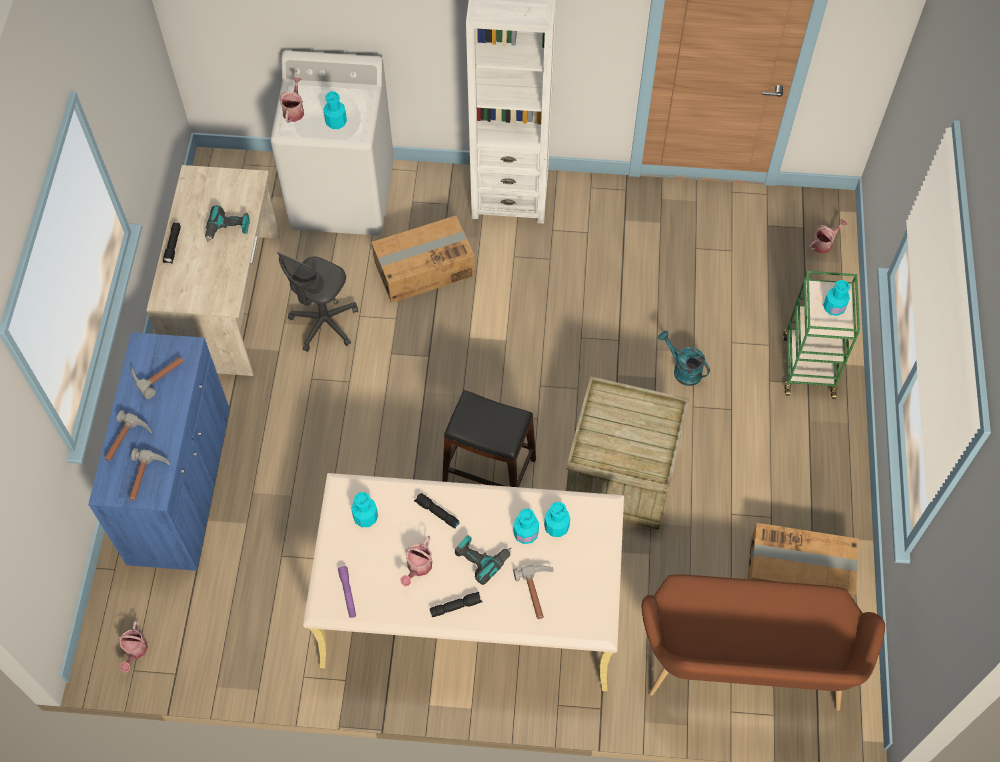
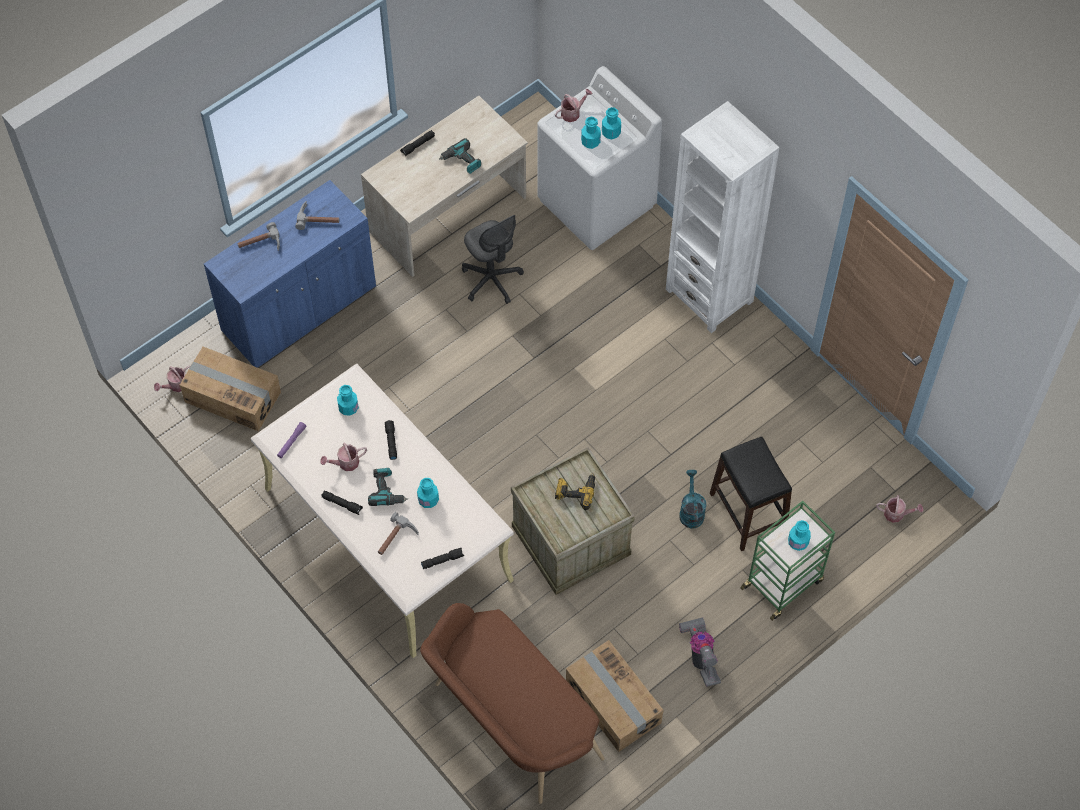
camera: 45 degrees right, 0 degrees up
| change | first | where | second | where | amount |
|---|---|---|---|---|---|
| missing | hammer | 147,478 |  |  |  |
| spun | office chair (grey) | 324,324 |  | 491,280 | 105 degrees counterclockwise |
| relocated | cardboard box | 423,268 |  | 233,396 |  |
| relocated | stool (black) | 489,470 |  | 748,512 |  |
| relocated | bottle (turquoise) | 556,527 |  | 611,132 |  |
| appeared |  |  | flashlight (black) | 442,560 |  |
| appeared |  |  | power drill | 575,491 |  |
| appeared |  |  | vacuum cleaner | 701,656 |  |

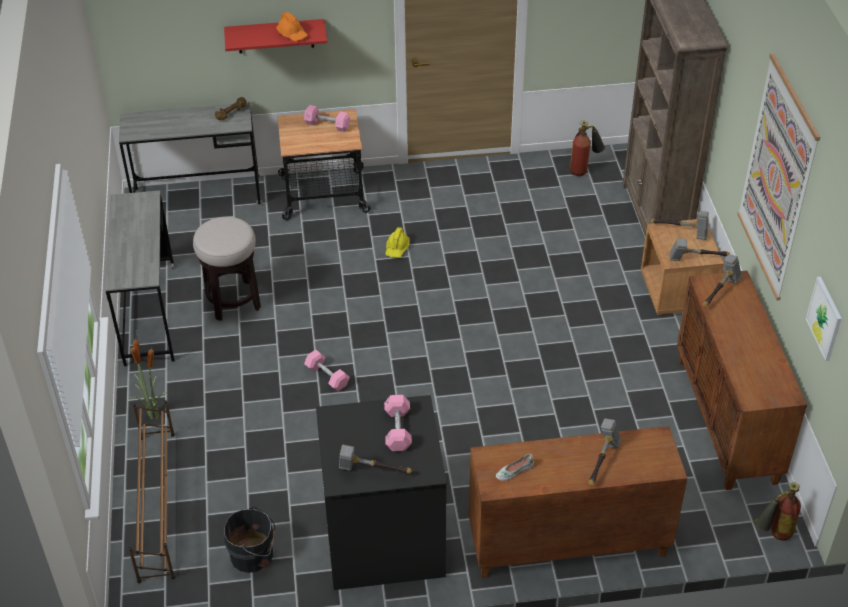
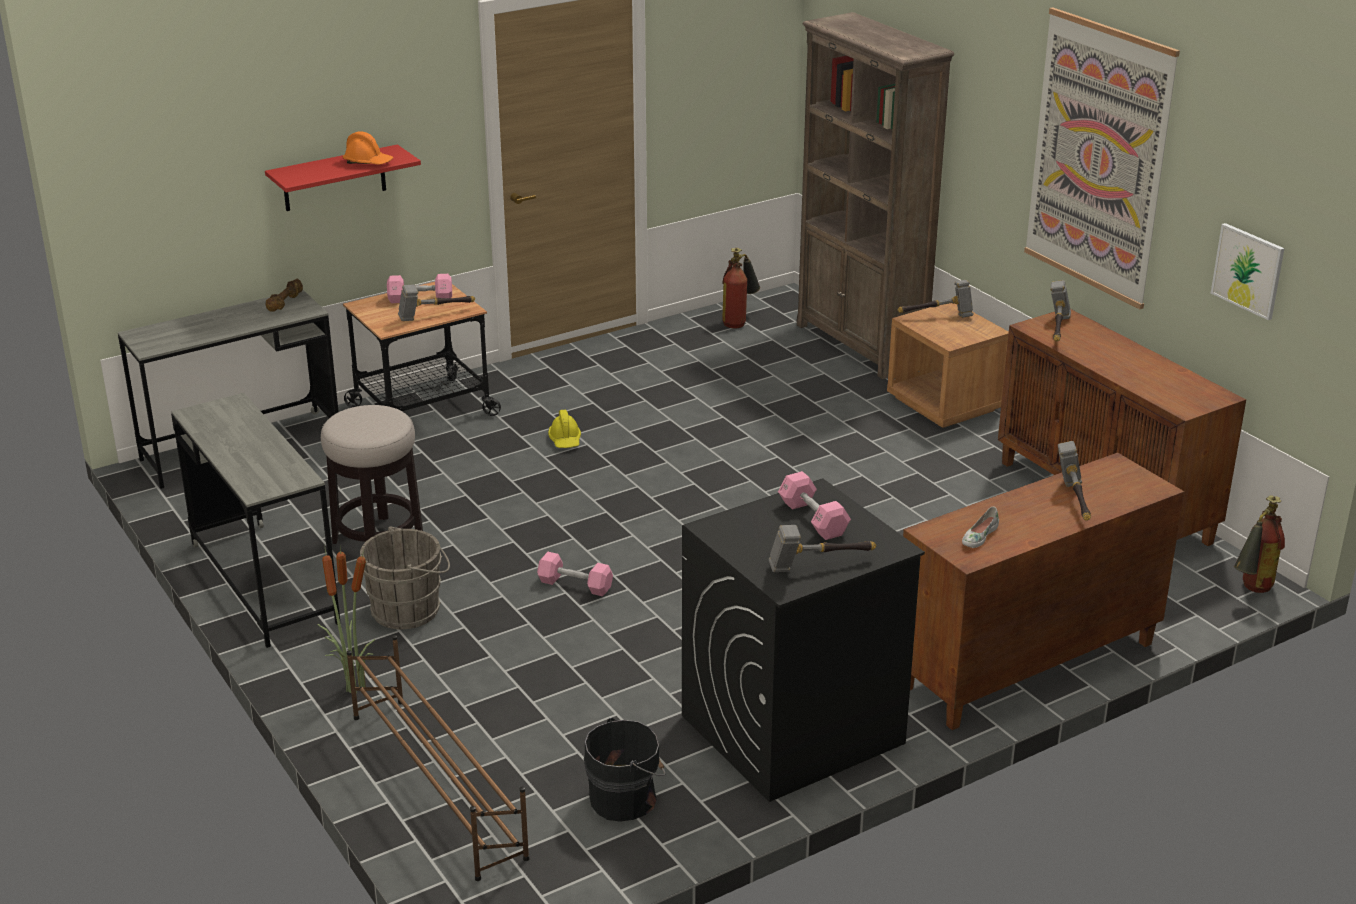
camera: 25 degrees left, 15 degrees down
| change | first | where | second | where | amount |
|---|---|---|---|---|---|
| relocated | hammer | 696,260 |  | 435,315 |  |
| appeared |  |  | bucket (grey) | 410,609 |  |

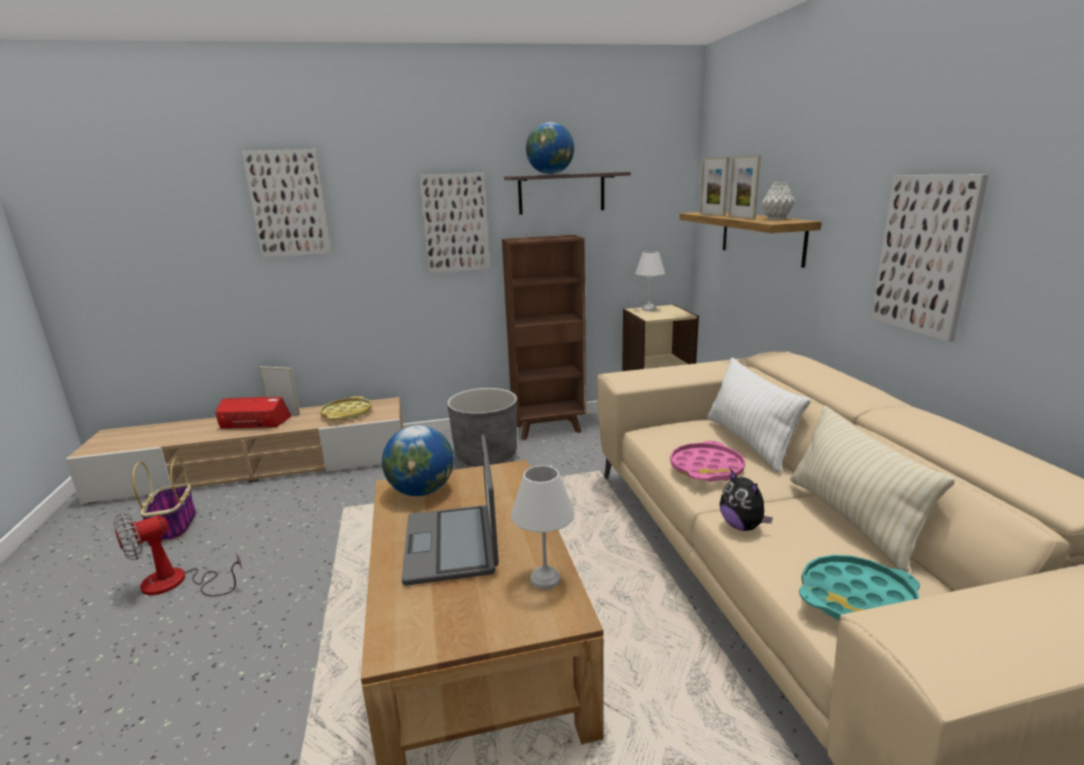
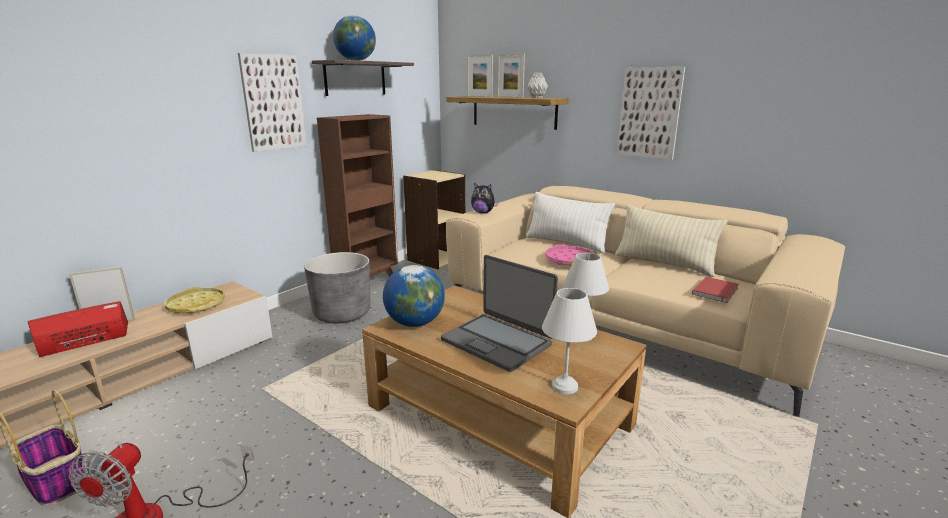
camera: 40 degrees left, 0 degrees up
| change | first | where | second | where | amount |
|---|---|---|---|---|---|
| missing | picture | 288,204 |  |  |  |
| relocated | table lamp (white) | 649,309 |  | 566,386 |  |
| relocated | plush toy | 742,526 |  | 483,213 |  |
| exchanged | tray (turquoise) | 857,600 | book (red) | 717,291 |  |

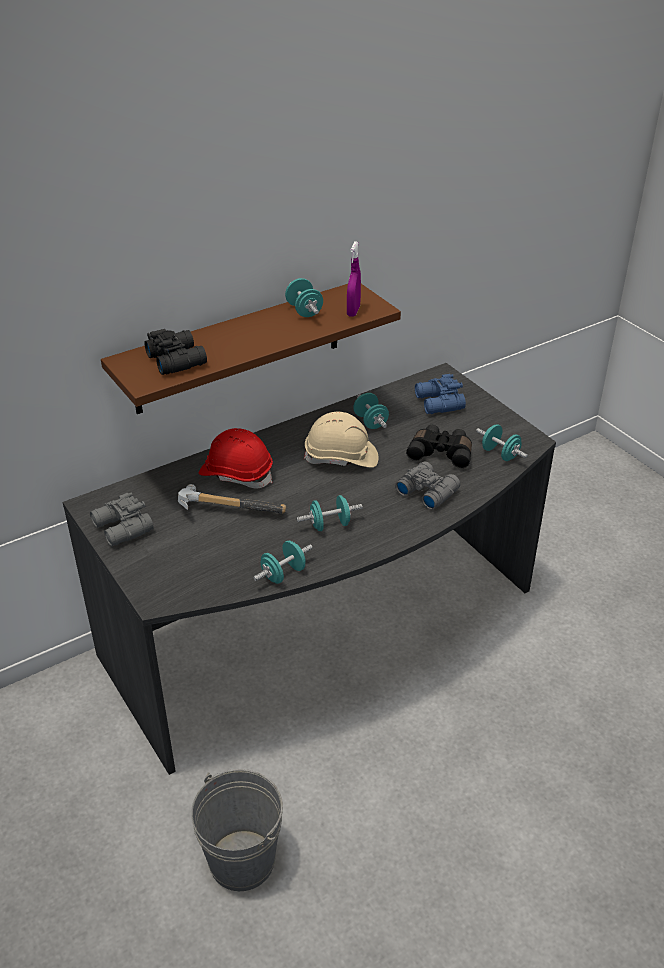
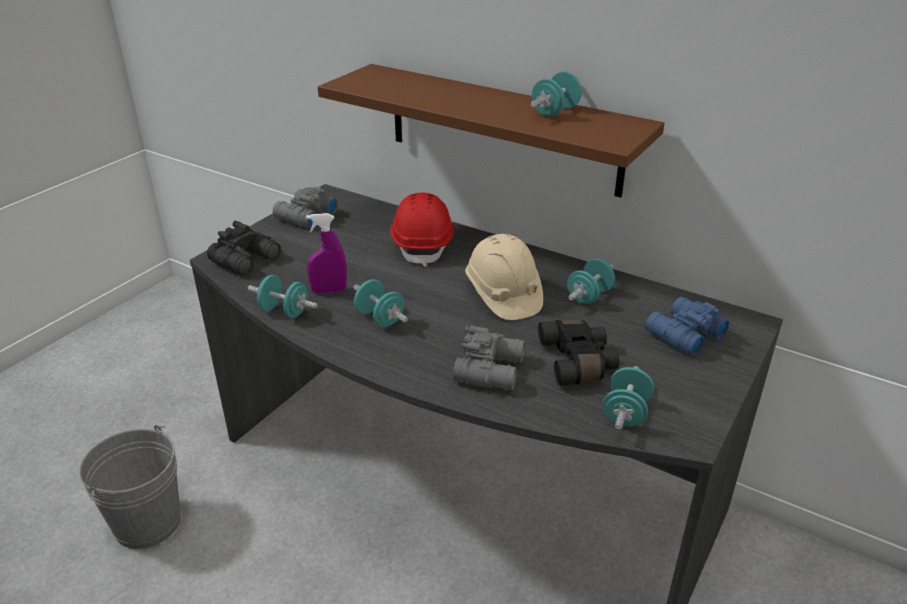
camera: 65 degrees right, 5 degrees down
| change | first | where | second | where | amount |
|---|---|---|---|---|---|
| relocated | binoculars (black) | 177,359 |  | 247,260 |  |
| missing | hammer | 228,508 |  |  |  |
| relocated | spray bottle (purple) | 353,311 |  | 329,291 |  |

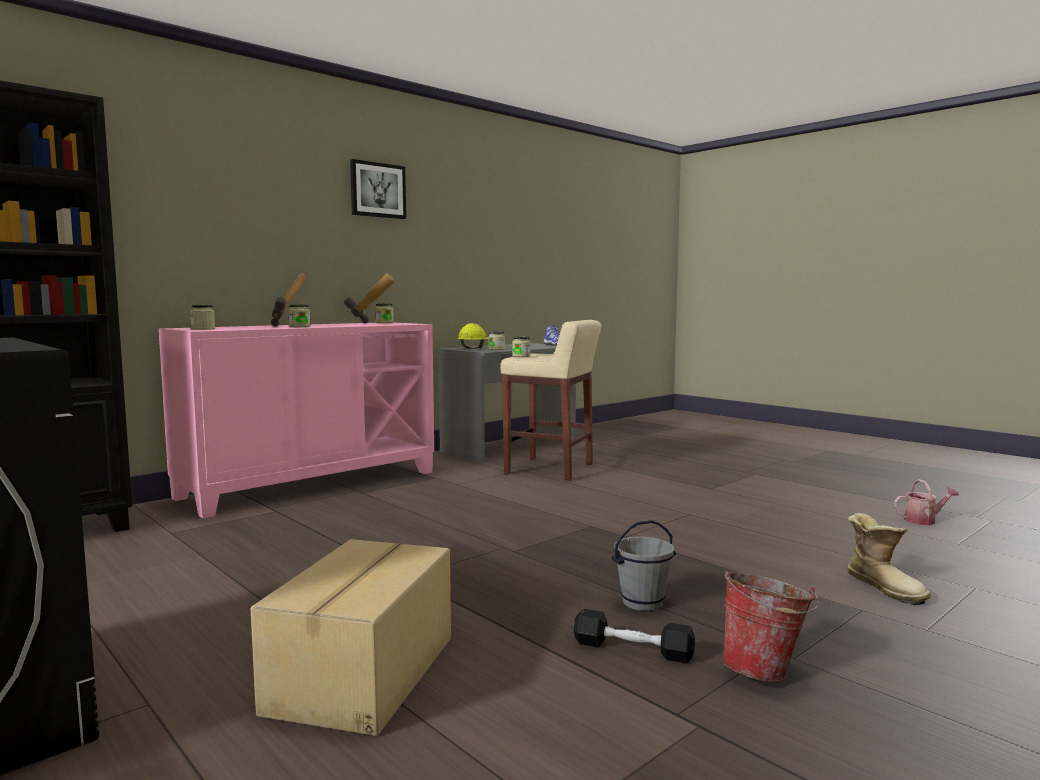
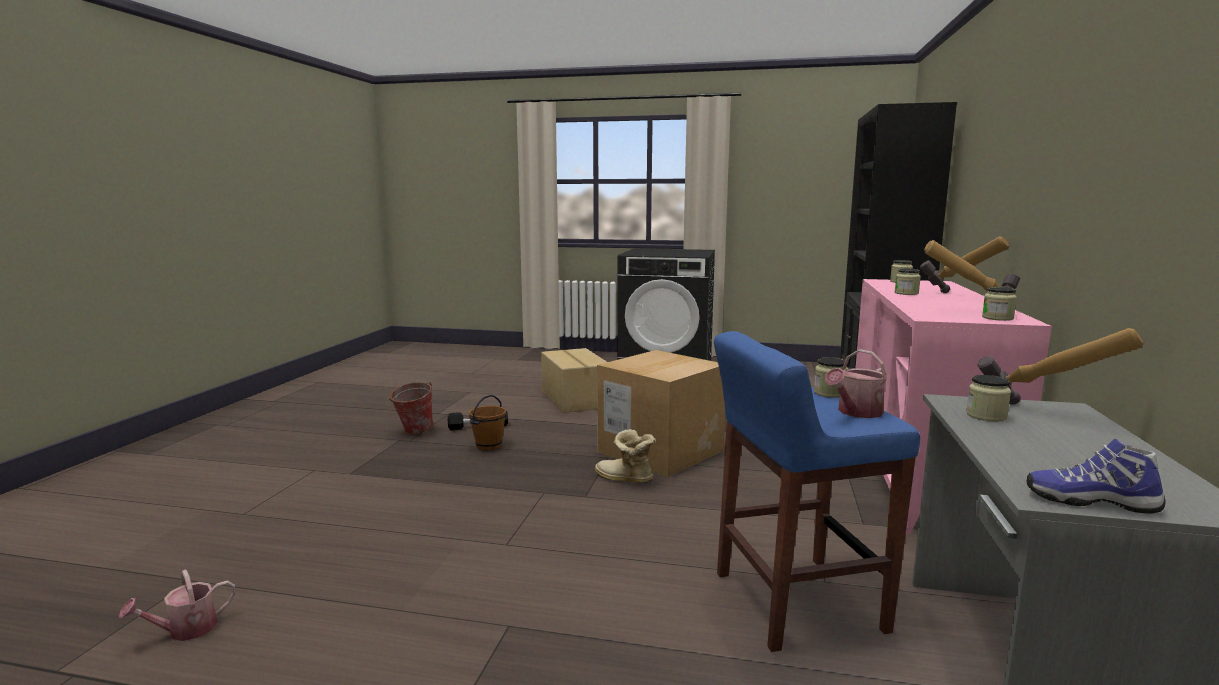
camera: 145 degrees right, 5 degrees up
| change | first | where | second | where | amount |
|---|---|---|---|---|---|
| missing | picture | 377,190 |  |  |  |
| exchanged | hard hat (yellow) | 473,348 | hammer | 1045,415 |  |
| colour | stool (beige) | 551,469 | stool (blue) | 795,602 |  |
| colour | bucket (grey) | 643,603 | bucket (brown) | 488,446 |  |
| relocated | boot | 885,587 |  | 624,479 |  |
| appeared |  |  | cardboard box | 660,451 |  |
| appeared |  |  | watering can | 856,412 |  |

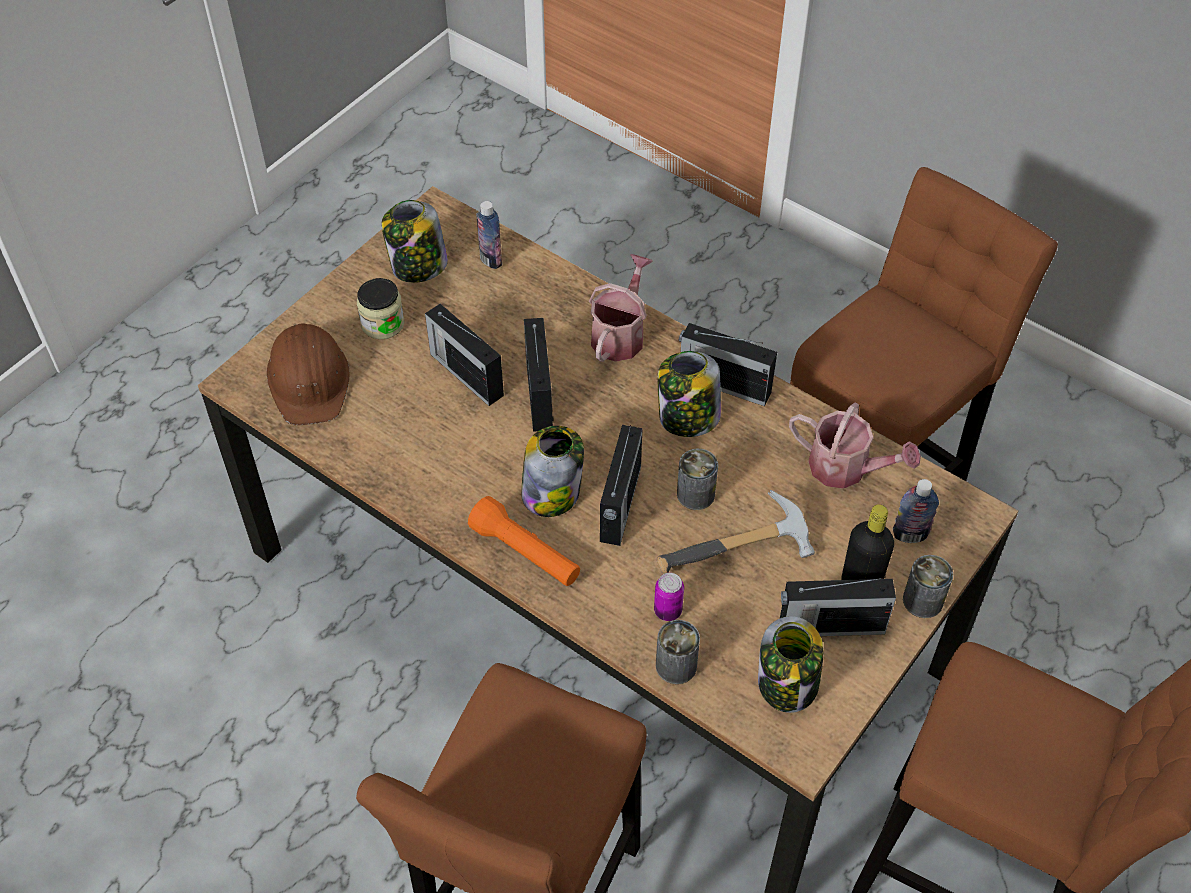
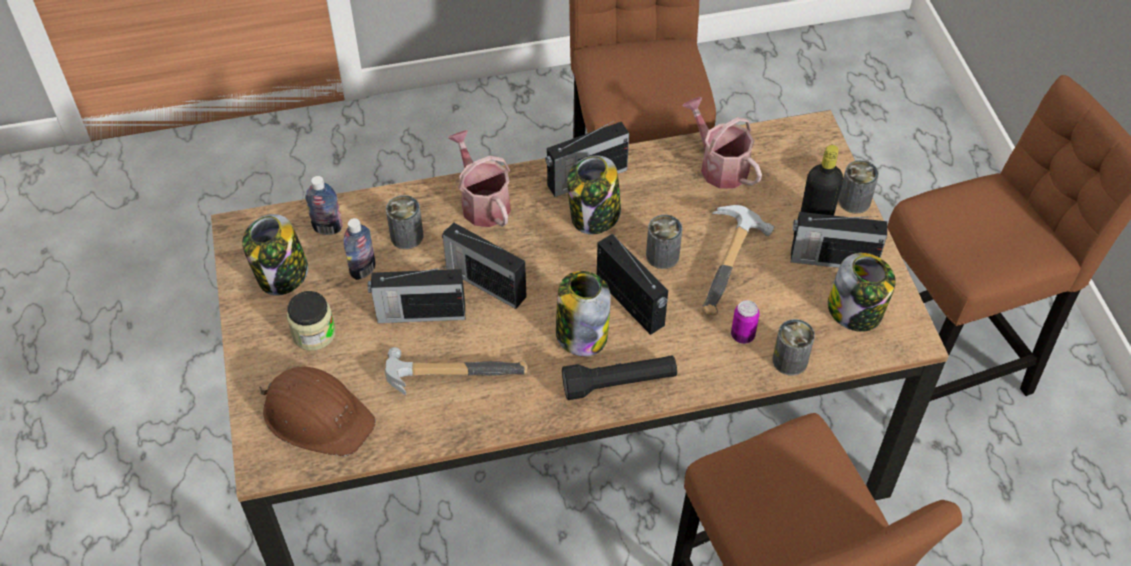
camera: 50 degrees left, 0 degrees up
| change | first | where | second | where | amount |
|---|---|---|---|---|---|
| colour | flashlight (orange) | 526,553 | flashlight (black) | 619,383 |  |
| spun | radio | 829,626 |  | 831,259 | 60 degrees clockwise |
| spun | watering can | 846,469 |  | 719,165 | 105 degrees counterclockwise |
| relocated | bottle | 910,535 |  | 363,270 |  |
| appeared |  |  | hammer | 450,373 |  |
| appeared |  |  | can | 407,236 |  |

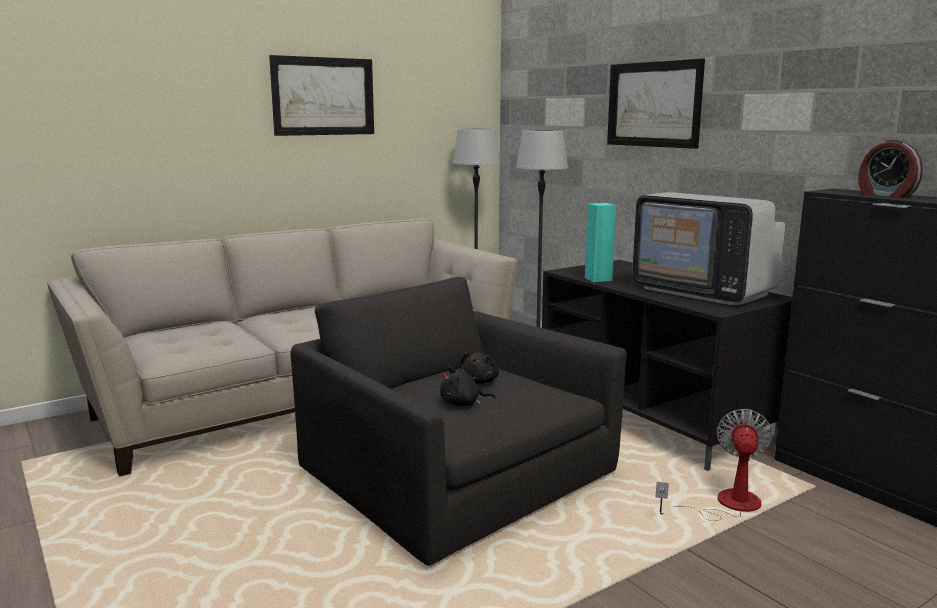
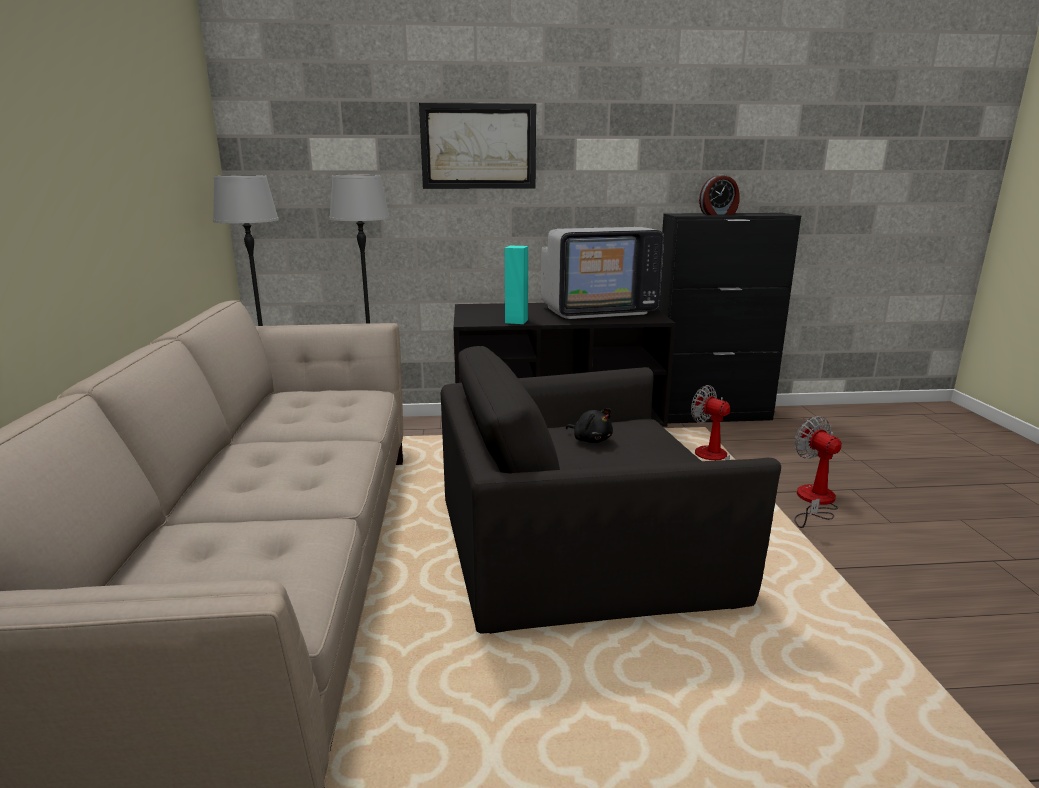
camera: 60 degrees left, 5 degrees up
| change | first | where | second | where | amount |
|---|---|---|---|---|---|
| missing | picture | 323,96 |  |  |  |
| missing | plush toy (black) | 463,404 |  |  |  |
| appeared |  |  | fan | 814,502 |  |

